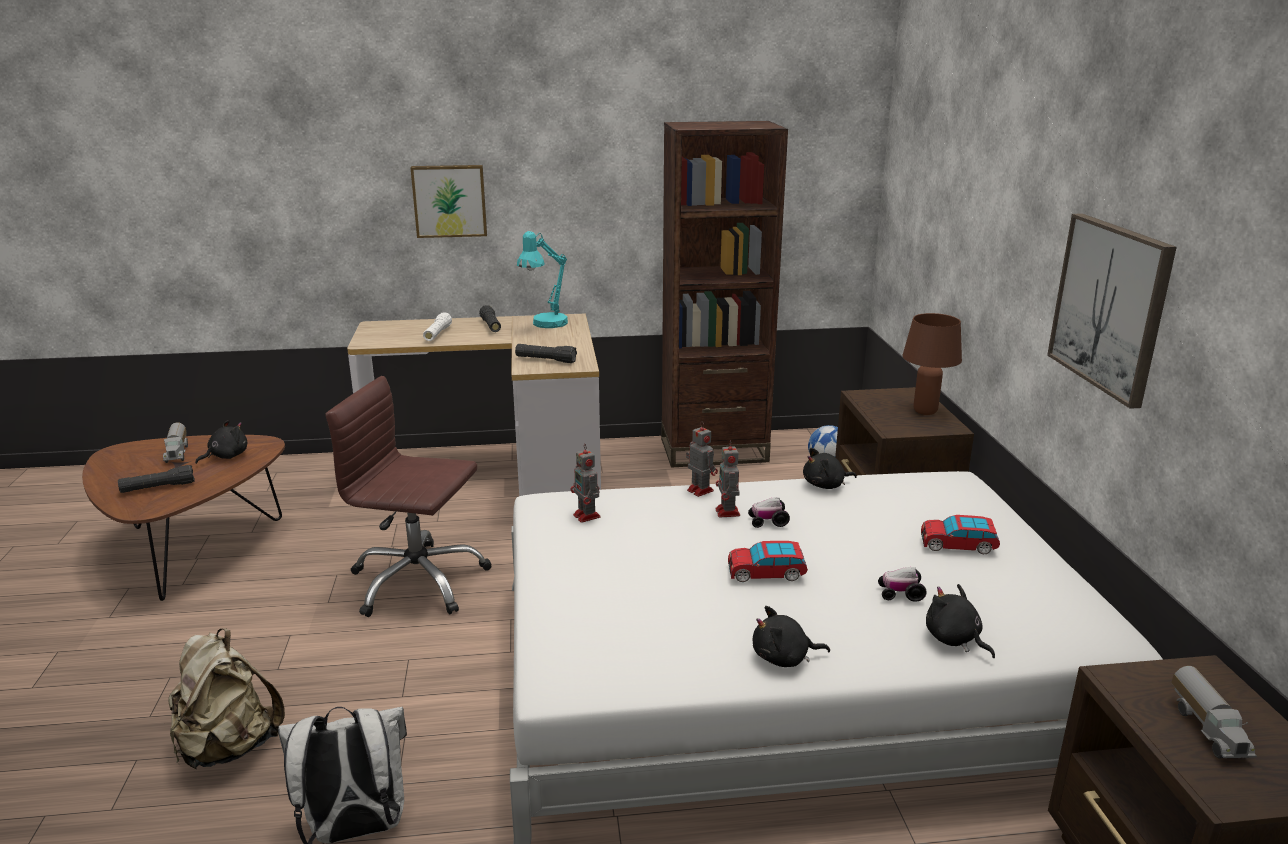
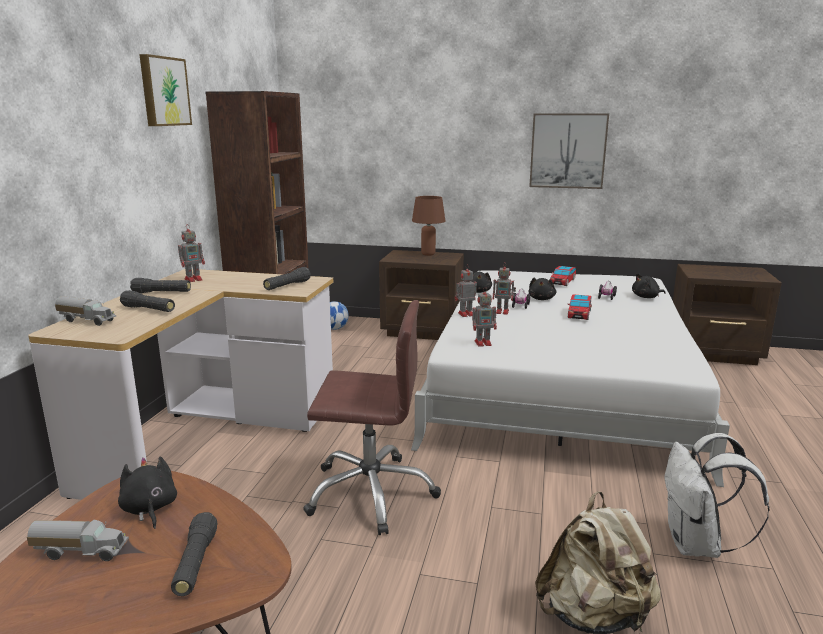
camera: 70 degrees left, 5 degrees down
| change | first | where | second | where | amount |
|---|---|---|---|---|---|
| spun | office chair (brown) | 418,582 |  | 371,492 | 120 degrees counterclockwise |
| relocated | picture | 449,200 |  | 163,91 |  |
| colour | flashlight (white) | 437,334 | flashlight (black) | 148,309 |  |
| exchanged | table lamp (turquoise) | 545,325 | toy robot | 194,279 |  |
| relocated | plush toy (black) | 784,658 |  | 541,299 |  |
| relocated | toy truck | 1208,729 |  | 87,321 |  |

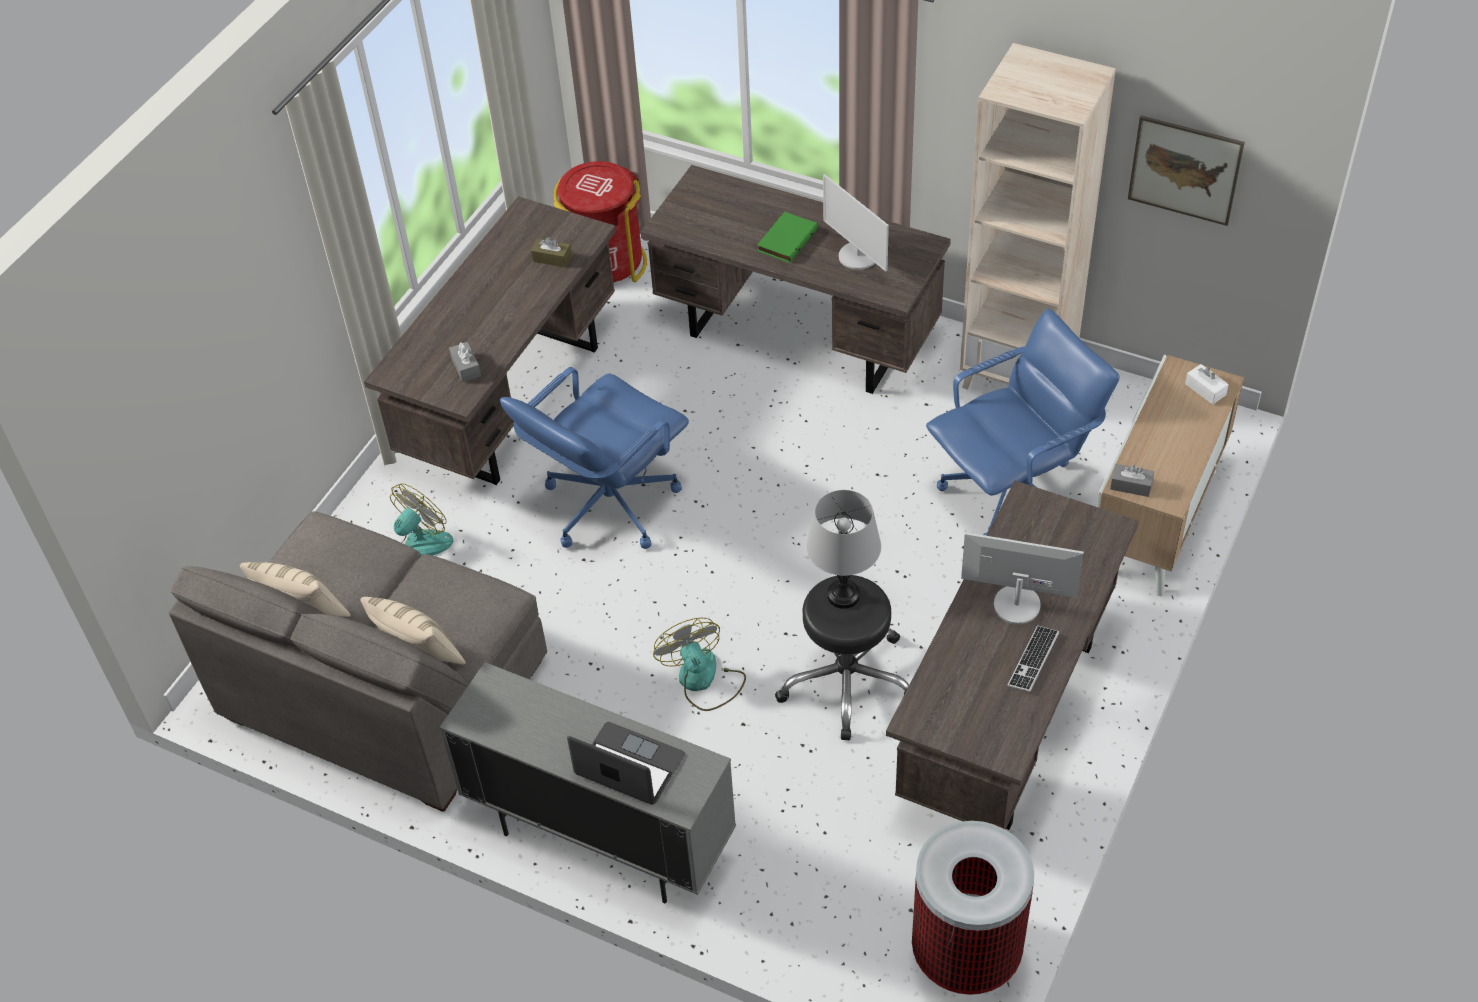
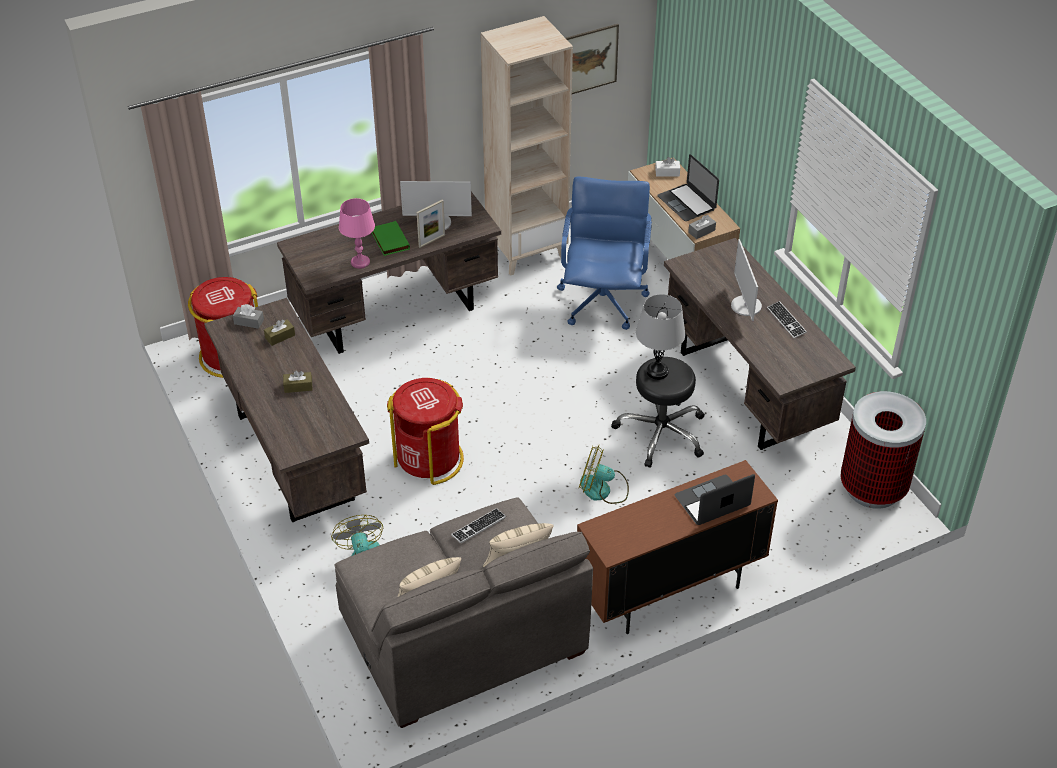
camera: 55 degrees left, 5 degrees down
| change | first | where | second | where | amount |
|---|---|---|---|---|---|
| colour | cabinet (grey) | 600,839 | cabinet (brown) | 669,592 |  |
| relocated | tissue box (grey) | 466,367 |  | 249,322 |  |
| exchanged | office chair (blue) | 608,504 | trash can (red) | 429,459 |  |
| spun | monitor | 1016,604 |  | 745,306 | 60 degrees counterclockwise |
| appeared |  |  | tissue box (brown) | 298,386 |  |
| appeared |  |  | table lamp (pink) | 360,262 |  |
| appeared |  |  | picture frame | 432,241 |  |
| appeared |  |  | keyboard | 478,526 |  |
| appeared |  |  | laptop | 686,202 |  |

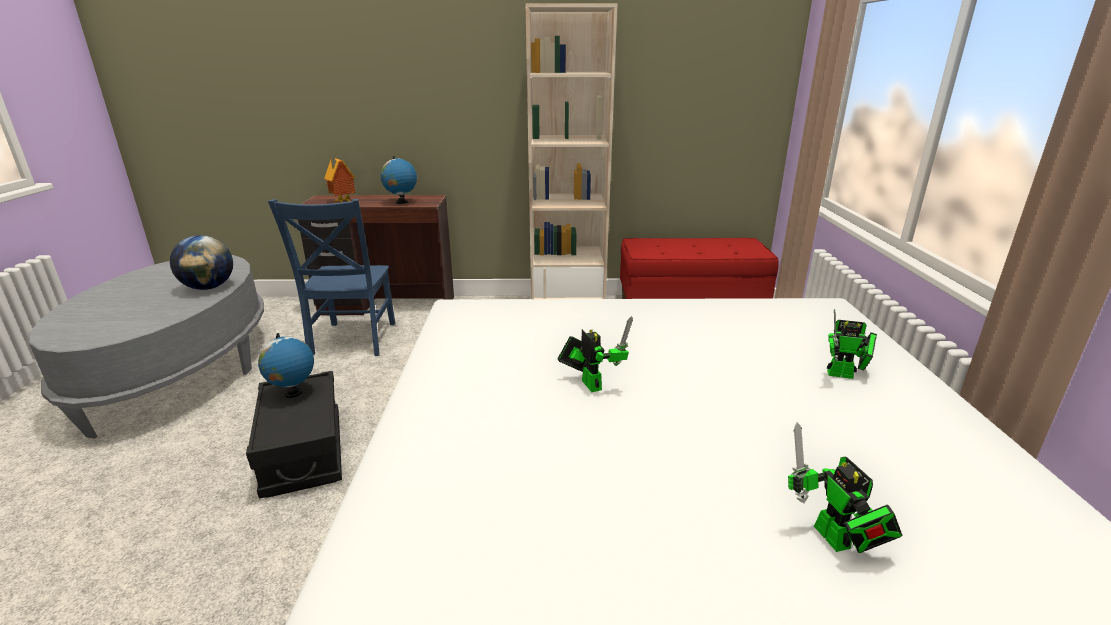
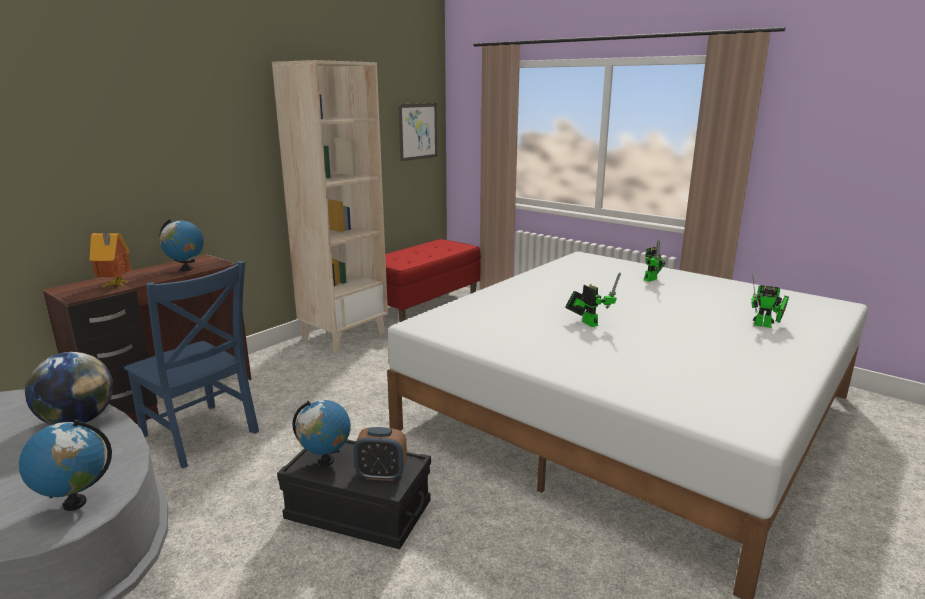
camera: 50 degrees left, 5 degrees down
| change | first | where | second | where | amount |
|---|---|---|---|---|---|
| spun | toy robot | 589,383 |  | 588,322 | 45 degrees clockwise |
| appeared |  |  | globe | 75,503 |  |
| appeared |  |  | alarm clock | 381,474 |  |
| appeared |  |  | picture | 418,131 |  |

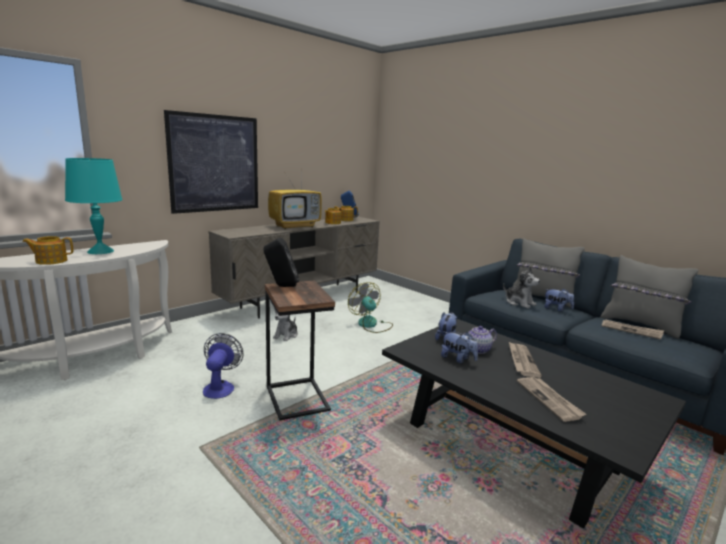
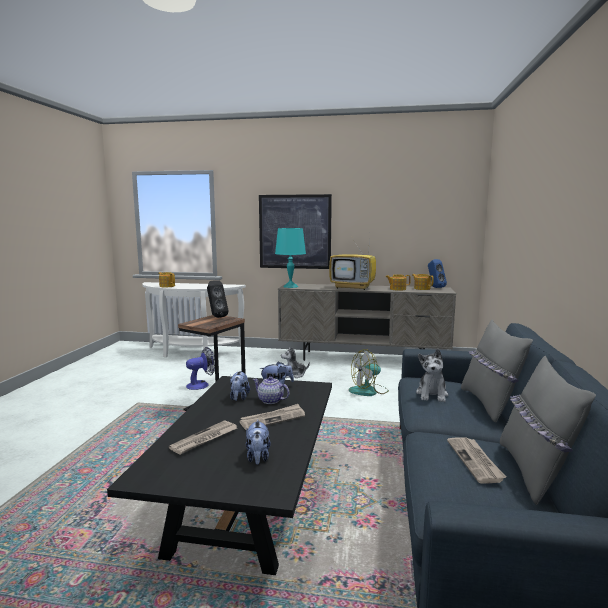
camera: 55 degrees right, 5 degrees down
| change | first | where | second | where | amount |
|---|---|---|---|---|---|
| relocated | table lamp (turquoise) | 100,251 |  | 290,286 |  |
| spun | fan | 371,325 |  | 369,391 | 135 degrees counterclockwise |
| relocated | plush toy | 556,309 |  | 258,457 |  |

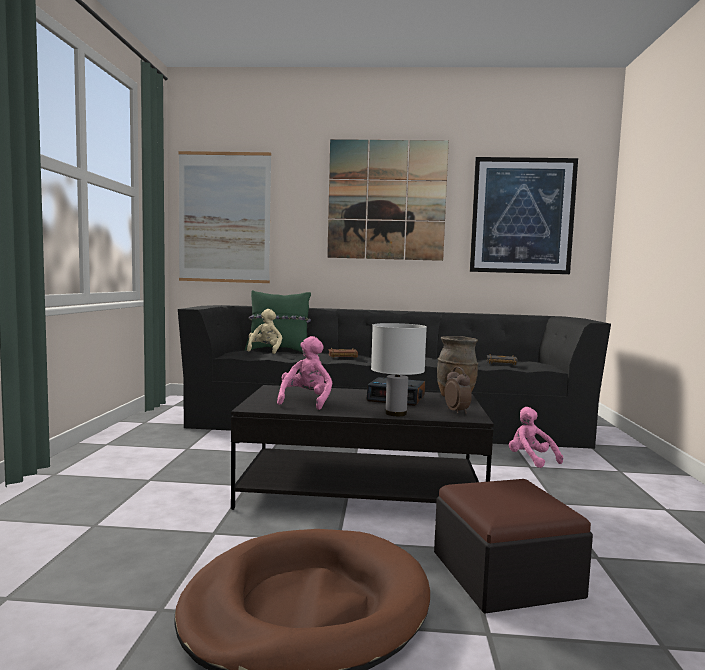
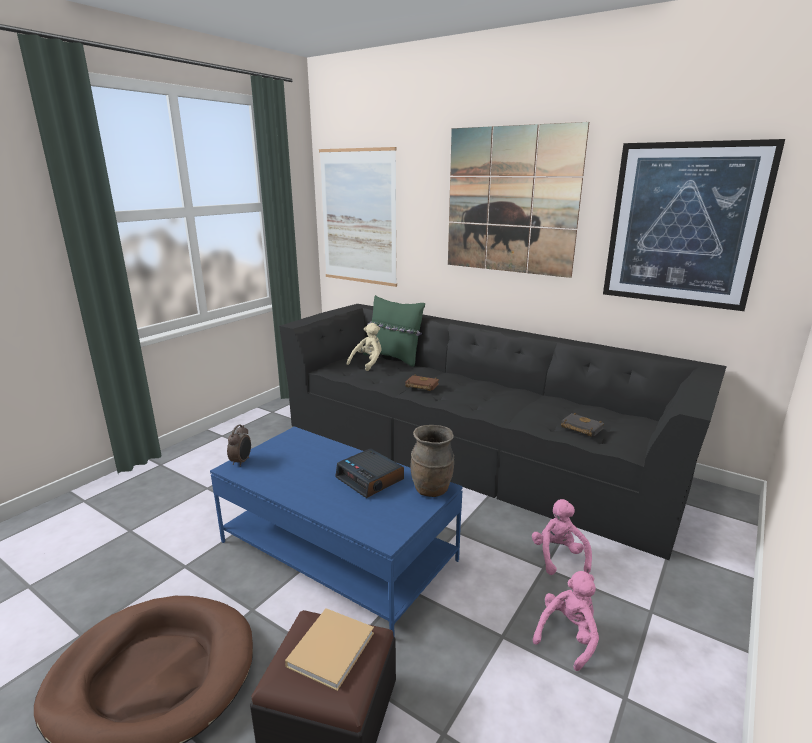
camera: 30 degrees right, 15 degrees up
| change | first | where | second | where | amount |
|---|---|---|---|---|---|
| colour | coffee table (black) | 361,490 | coffee table (blue) | 338,551 |  |
| relocated | plush toy (pink) | 306,401 |  | 568,636 |  |
| missing | table lamp (white) | 396,413 |  |  |  |
| relocated | alarm clock | 457,411 |  | 241,461 |  |
| appeared |  |  | book (beige) | 332,647 |  |

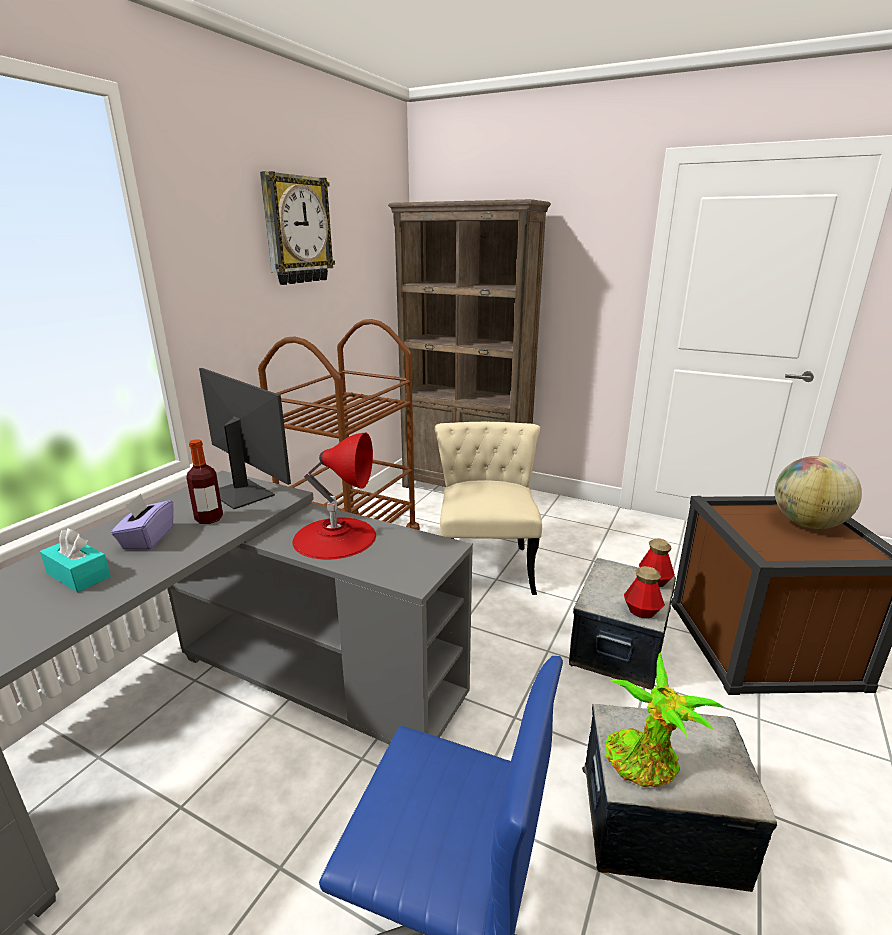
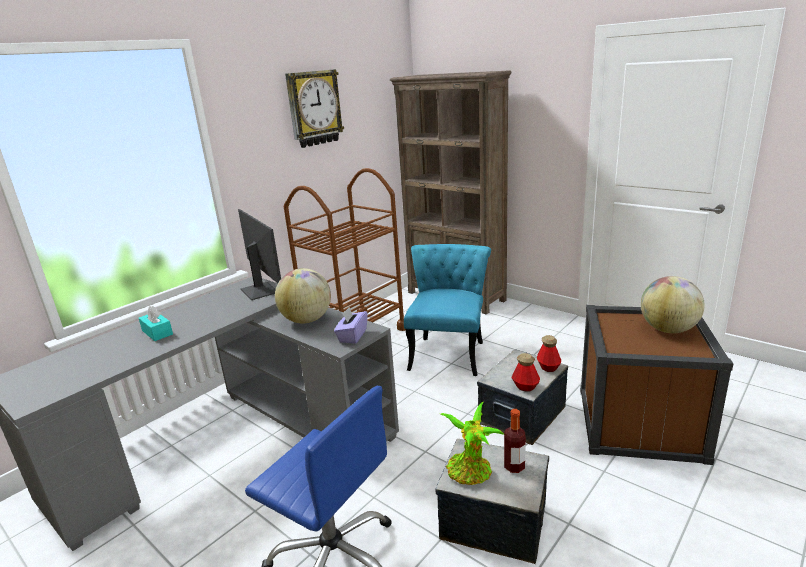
camera: 15 degrees right, 0 degrees up
| change | first | where | second | where | amount |
|---|---|---|---|---|---|
| relocated | tissue box (purple) | 147,539 |  | 352,336 |  |
| relocated | bottle | 209,519 |  | 514,466 |  |
| exchanged | table lamp (red) | 335,537 | globe | 306,320 |  |
| colour | chair (beige) | 486,562 | chair (turquoise) | 449,351 |  |

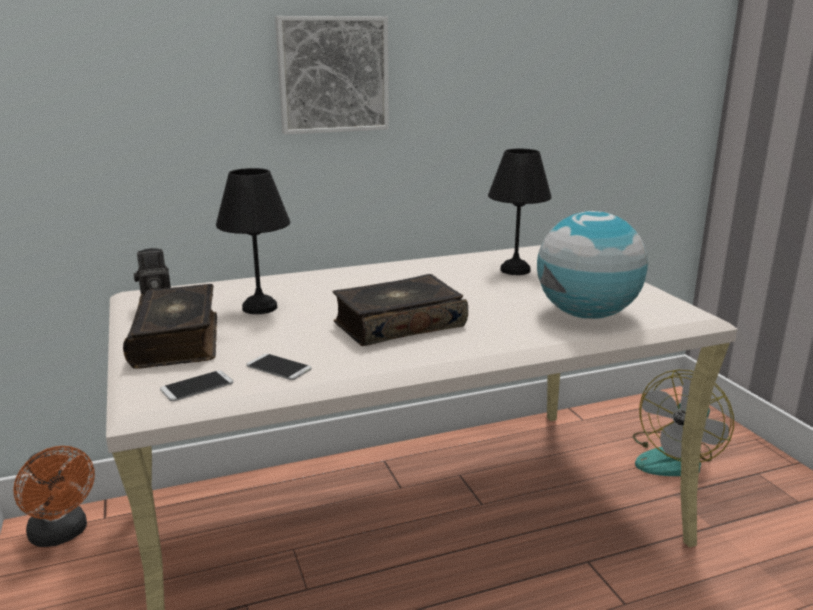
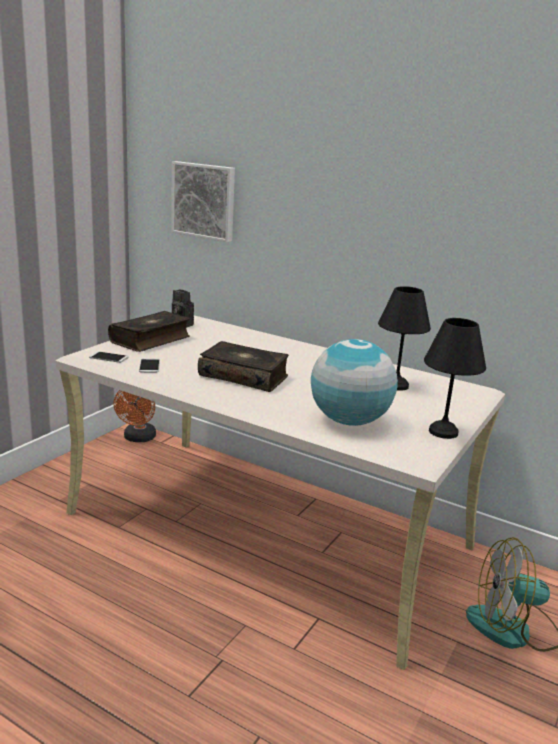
camera: 50 degrees right, 0 degrees up
| change | first | where | second | where | amount |
|---|---|---|---|---|---|
| relocated | table lamp (black) | 258,308 |  | 441,432 |  |
| relocated | picture | 332,74 |  | 204,201 |  |

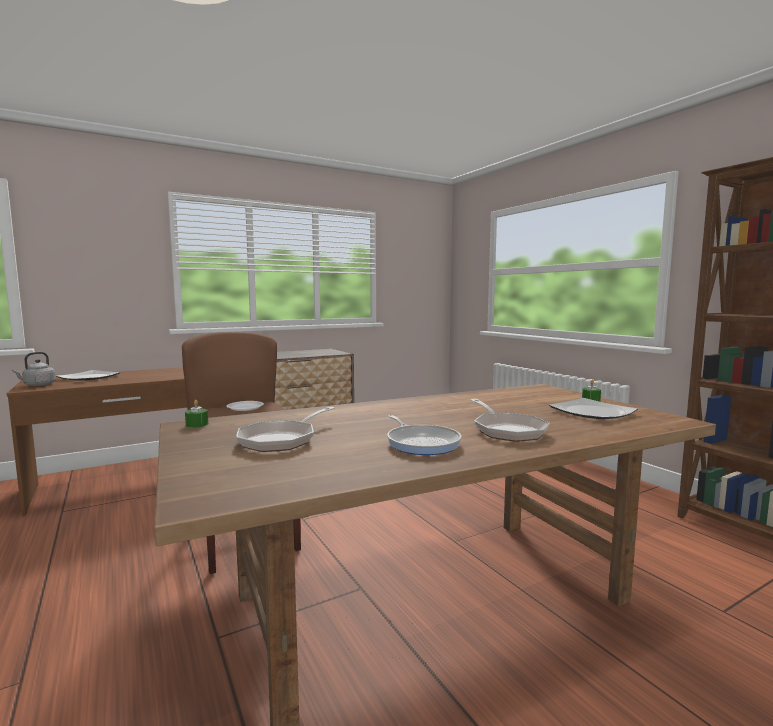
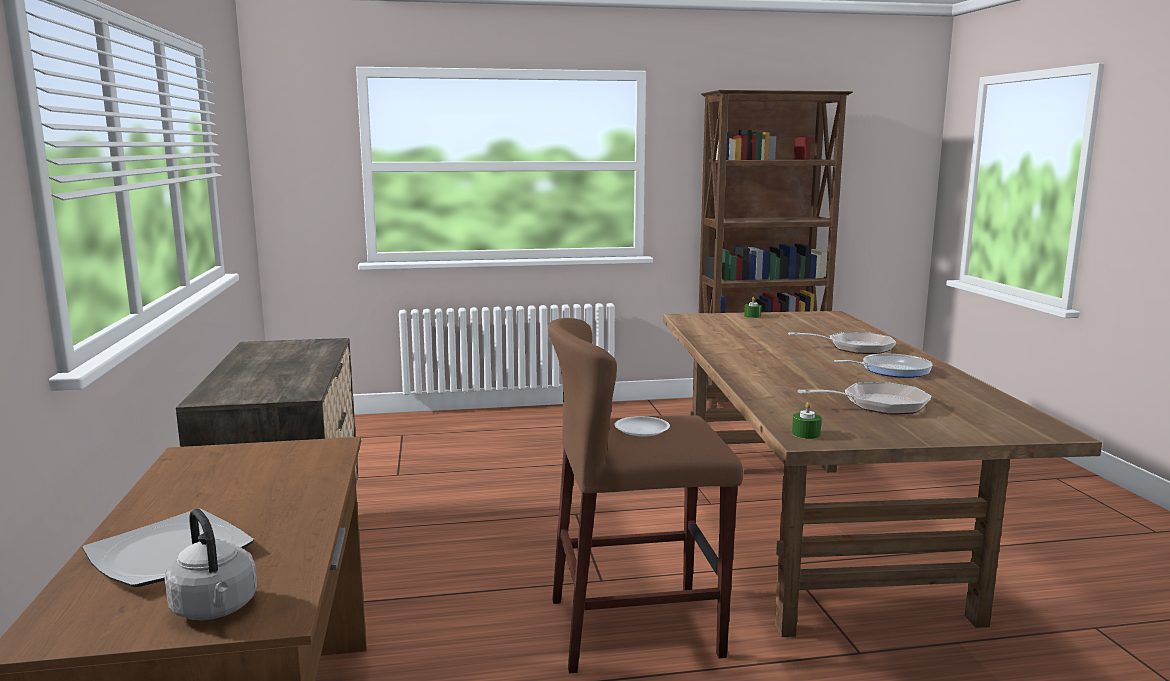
camera: 70 degrees left, 5 degrees up
| change | first | where | second | where | amount |
|---|---|---|---|---|---|
| spun | frying pan | 282,439 |  | 878,405 | 60 degrees counterclockwise |
| missing | plate | 592,412 |  |  |  |

